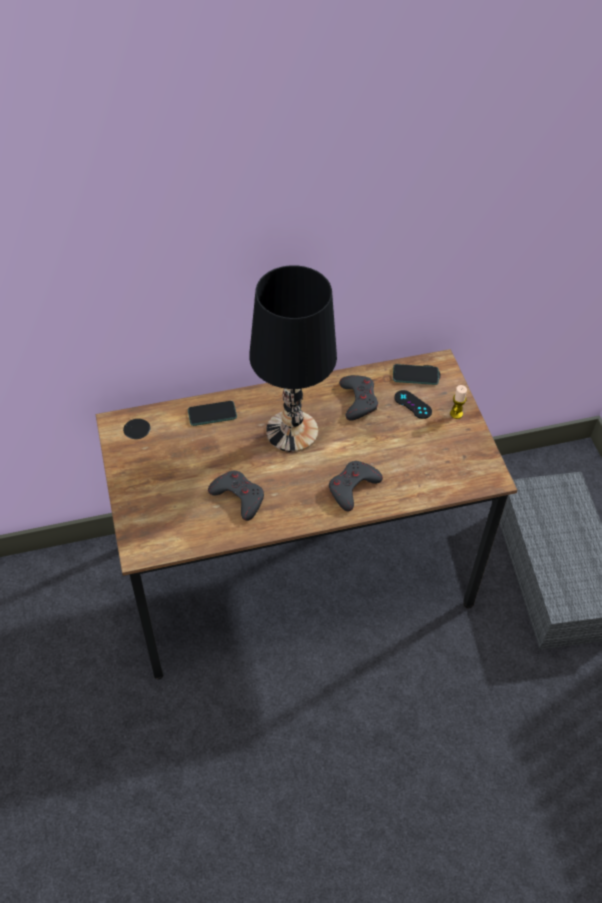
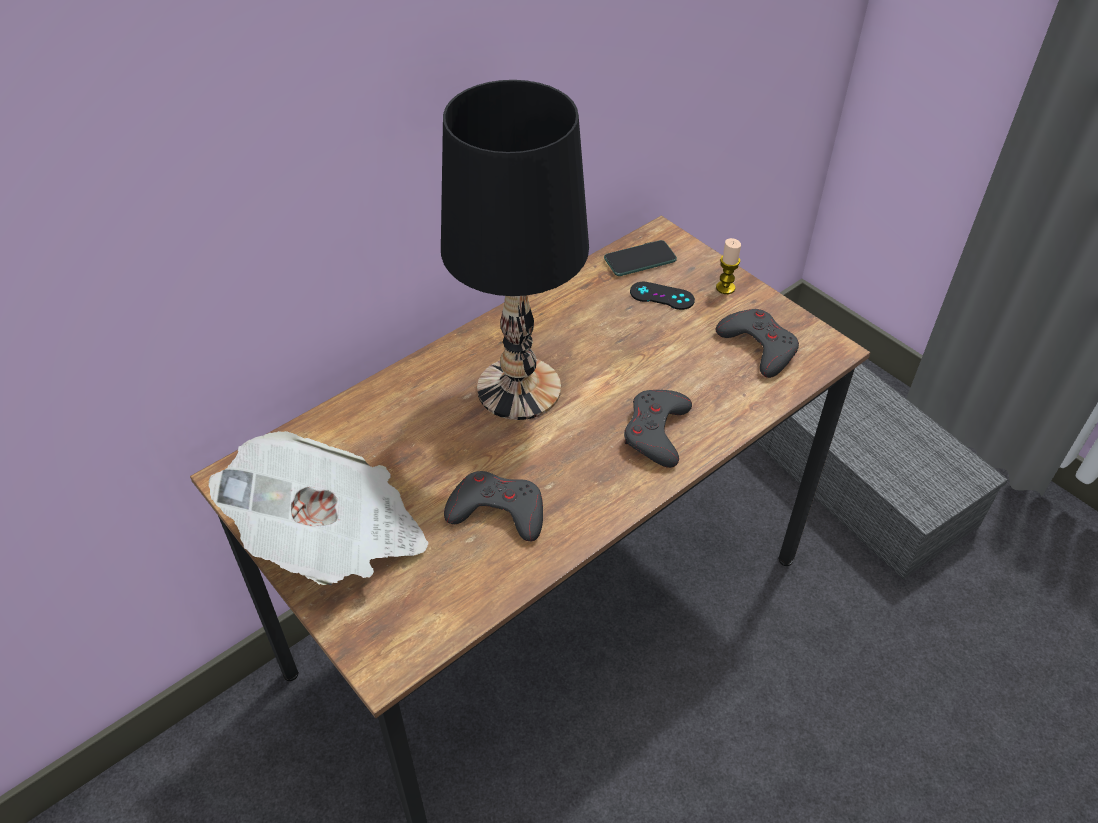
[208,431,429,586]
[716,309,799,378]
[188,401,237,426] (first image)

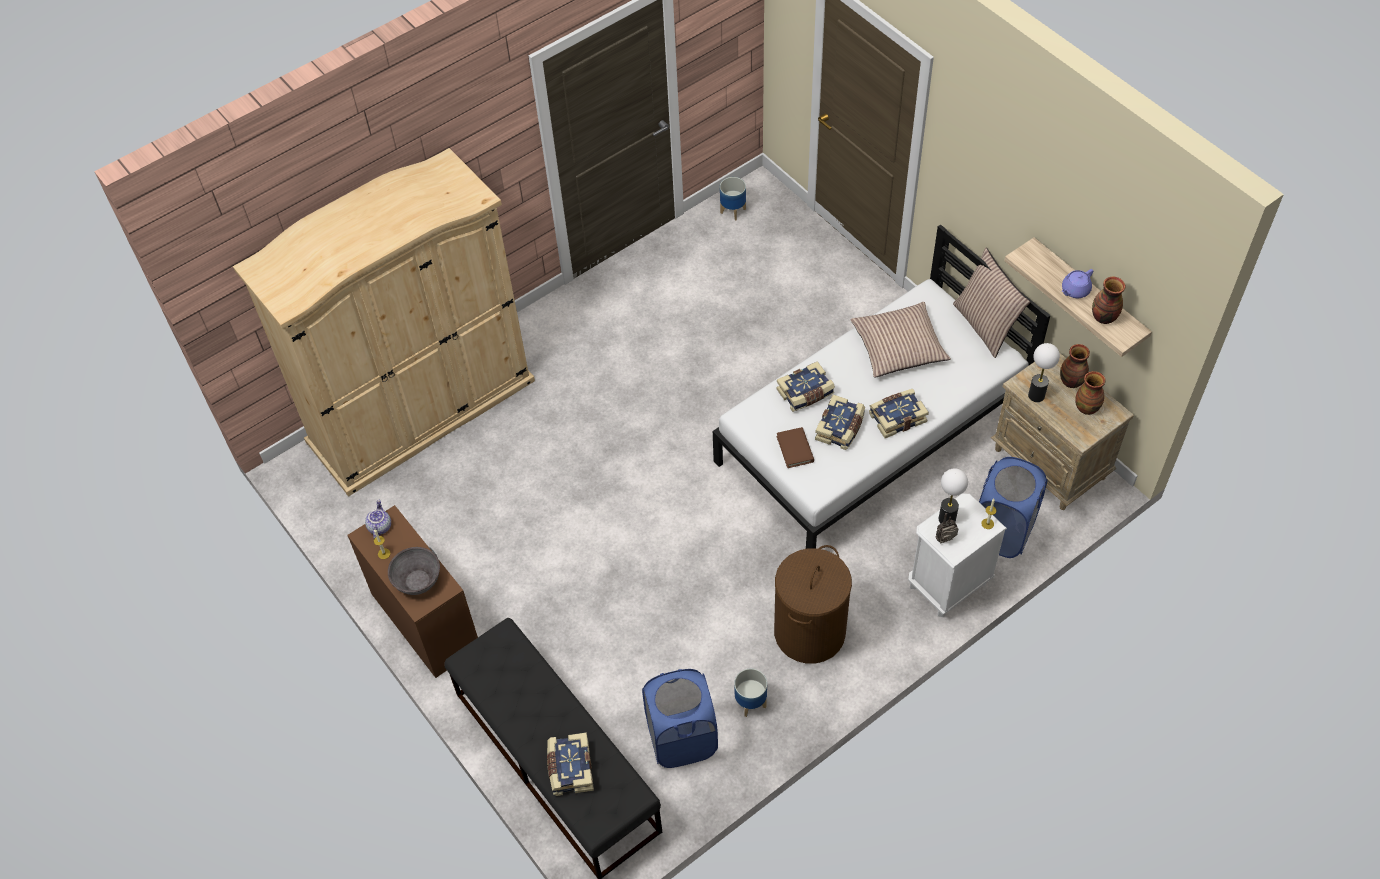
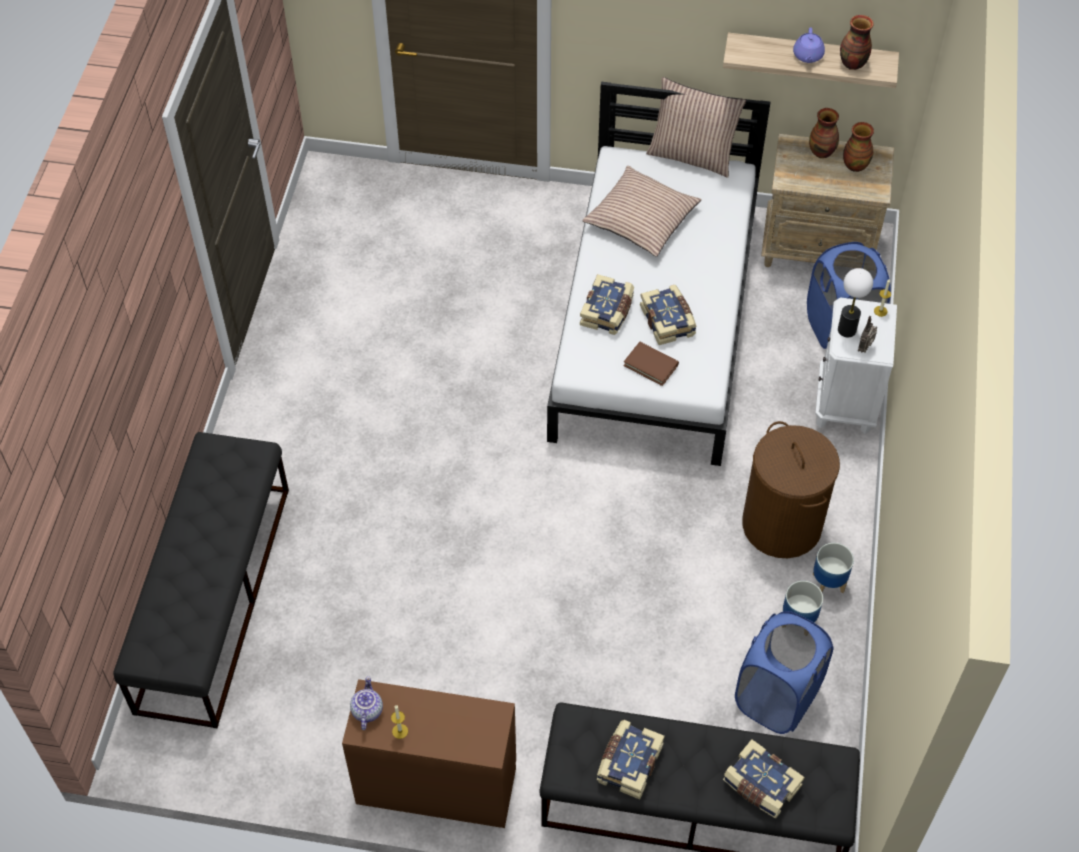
[113,432,289,728]
[350,676,383,730]
[597,720,665,799]
[813,543,854,593]
[388,547,440,595] (first image)
[1028,343,1060,402] (first image)

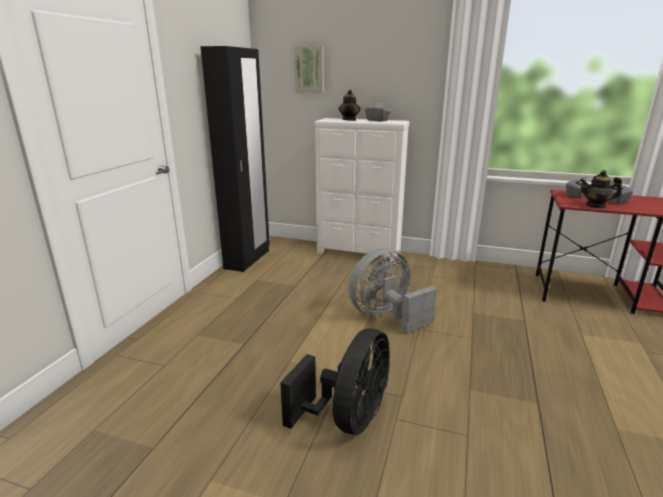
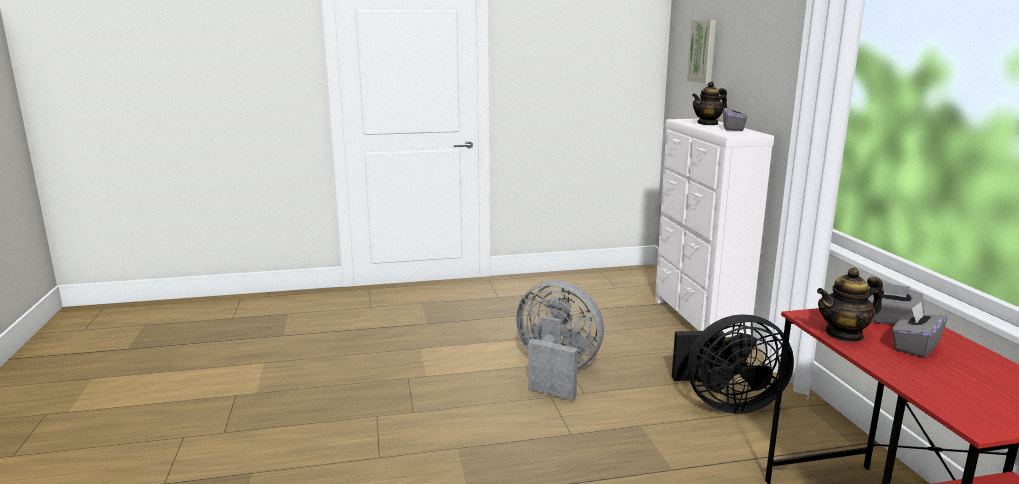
[672,314,794,414]
[817,267,883,342]
[200,46,270,272] (first image)

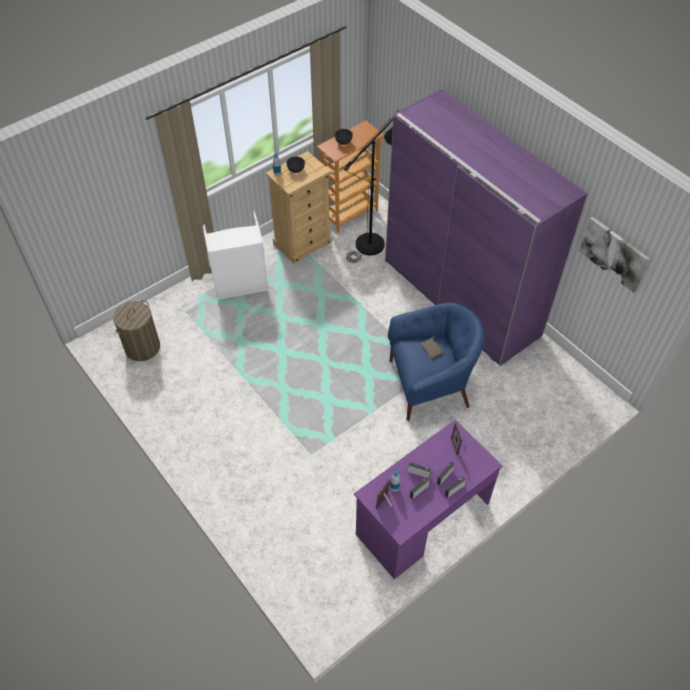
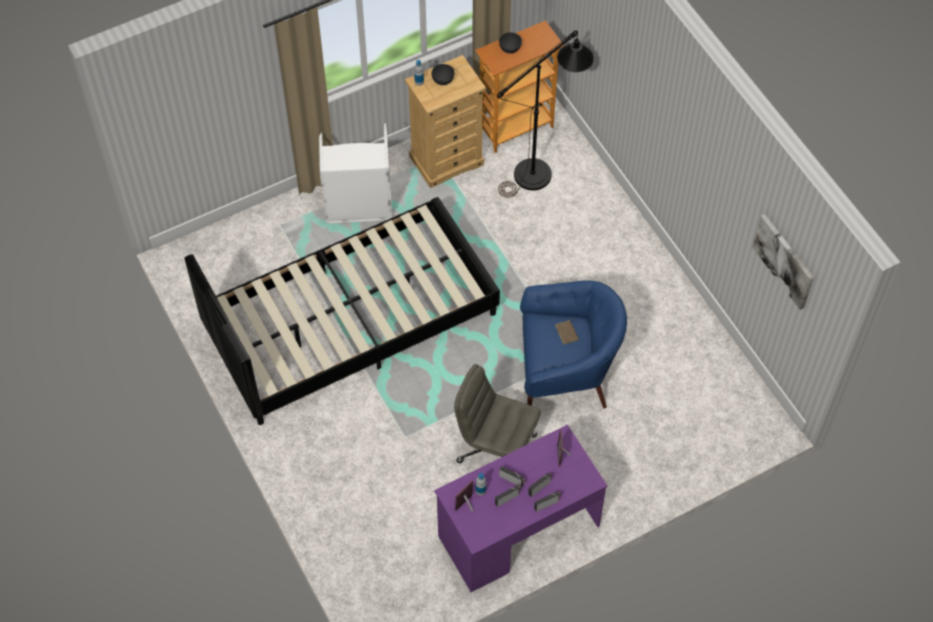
[185,197,500,425]
[454,364,541,464]
[113,300,160,361] (first image)
[385,89,588,366] (first image)

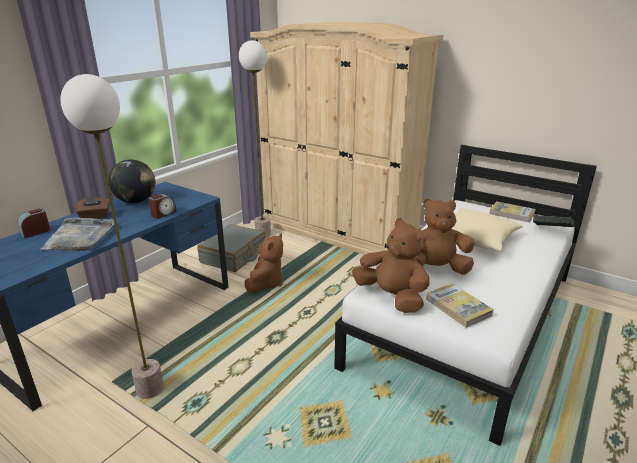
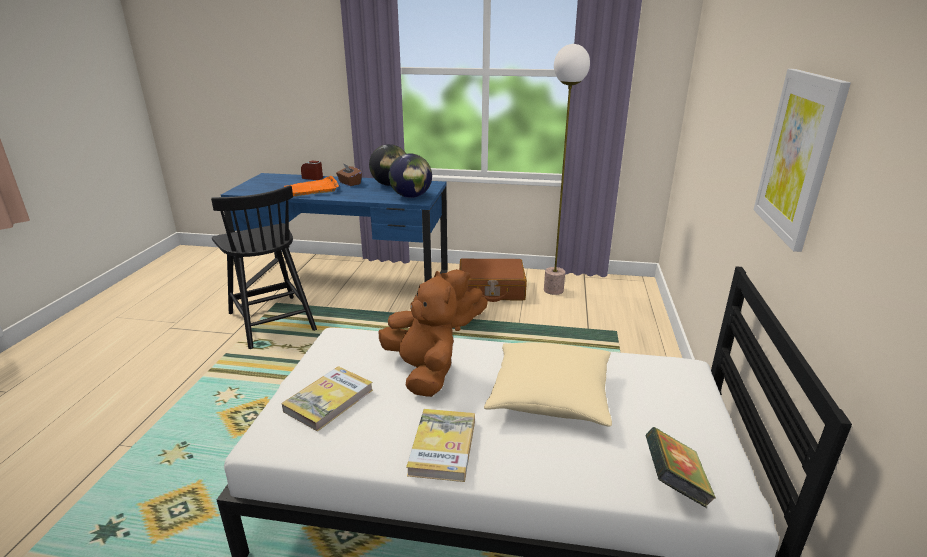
[211,185,317,349]
[284,176,339,197]
[388,153,432,198]
[406,409,475,482]
[459,258,527,302]
[754,69,851,252]
[148,194,176,219] (first image)
[250,22,443,255] (first image)
[352,218,430,313] (first image)

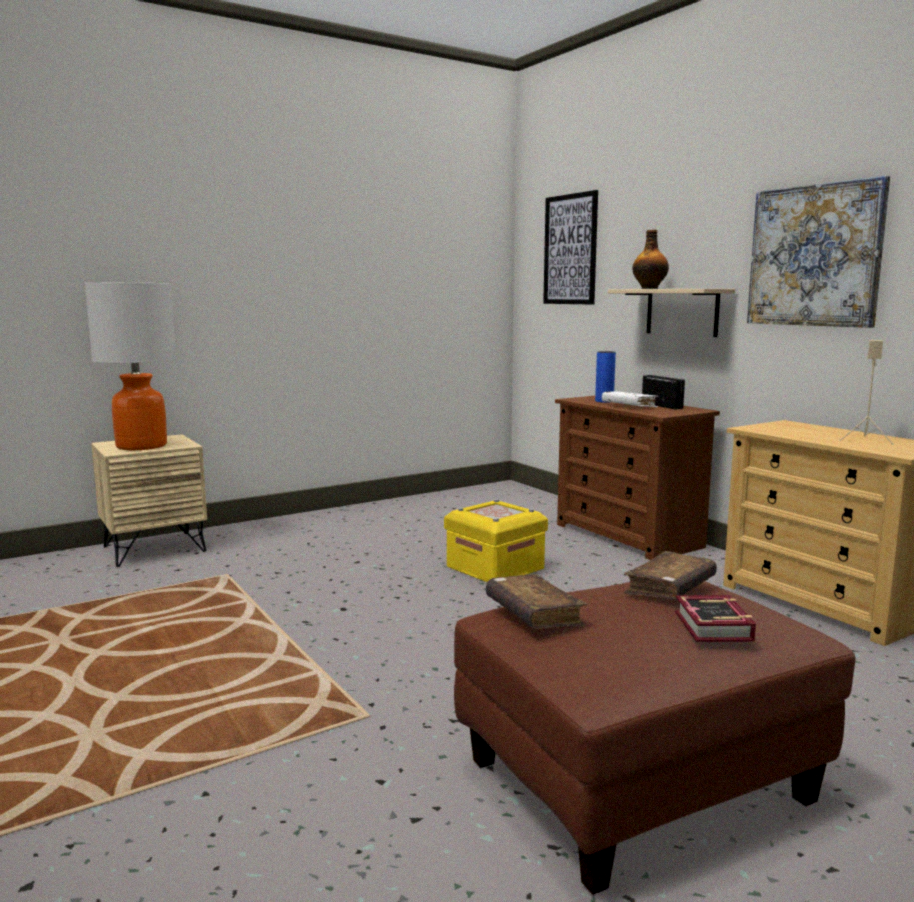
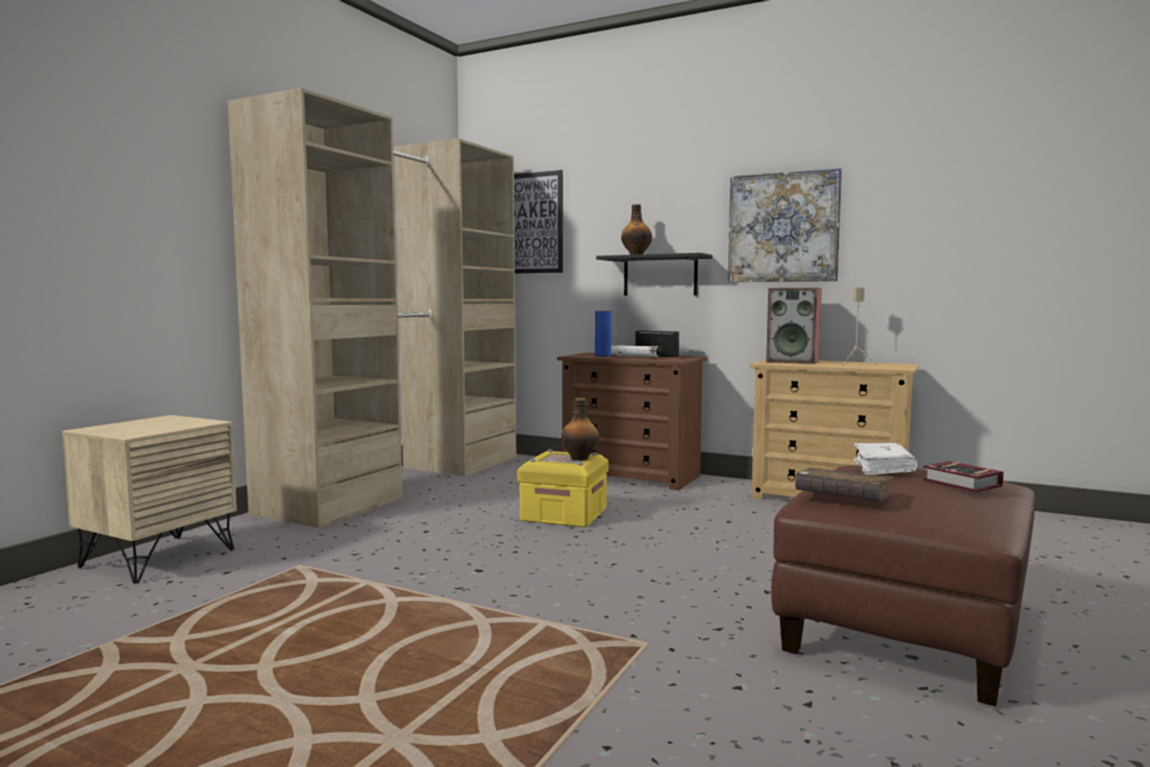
[228,88,516,528]
[561,398,599,461]
[596,253,713,296]
[766,288,822,364]
[854,443,918,475]
[85,283,176,450] (first image)

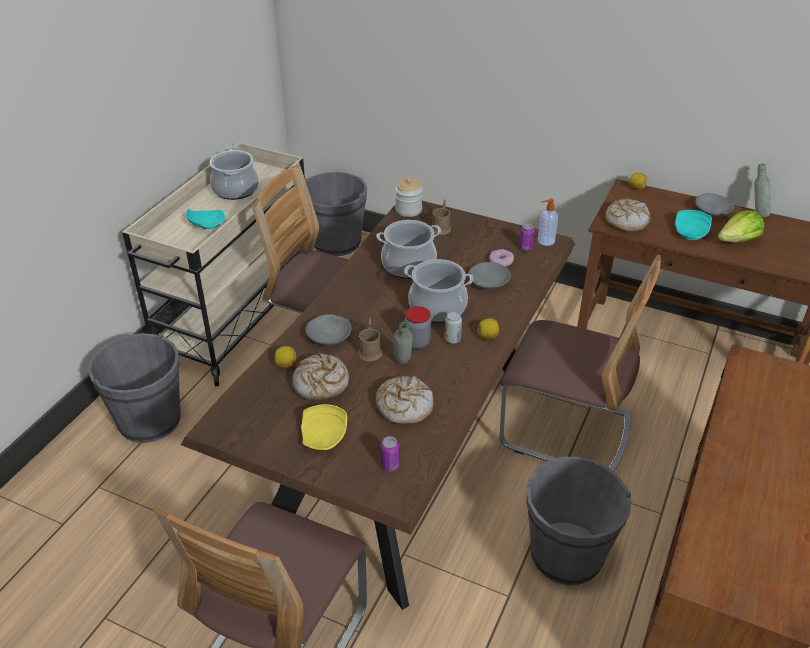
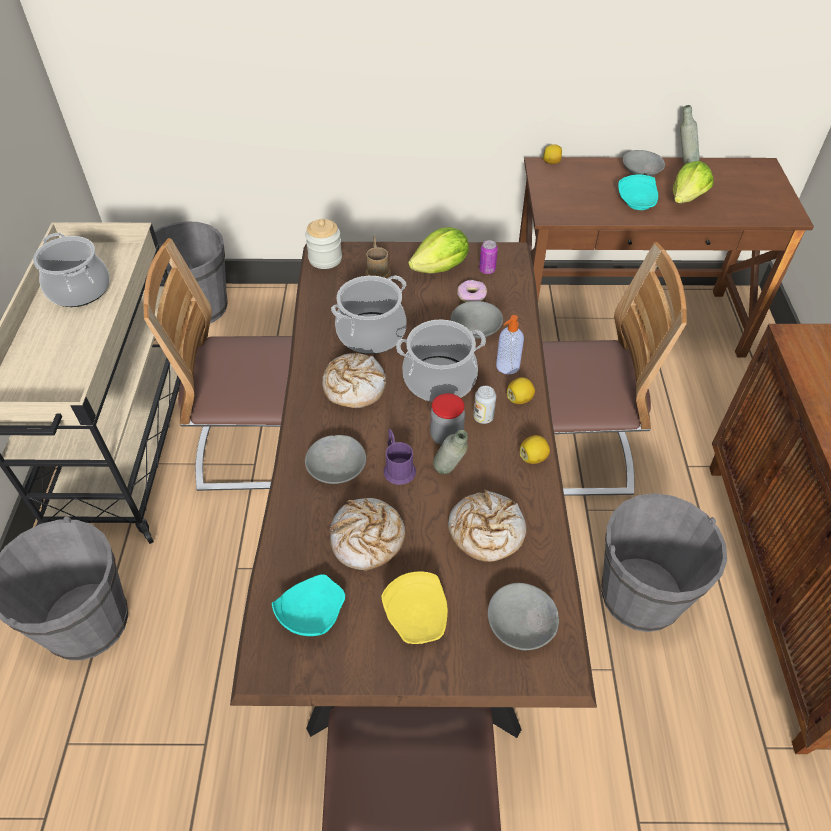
[272,574,345,636]
[322,353,386,408]
[384,429,416,485]
[408,227,469,274]
[488,583,559,650]
[496,315,524,375]
[520,435,550,464]

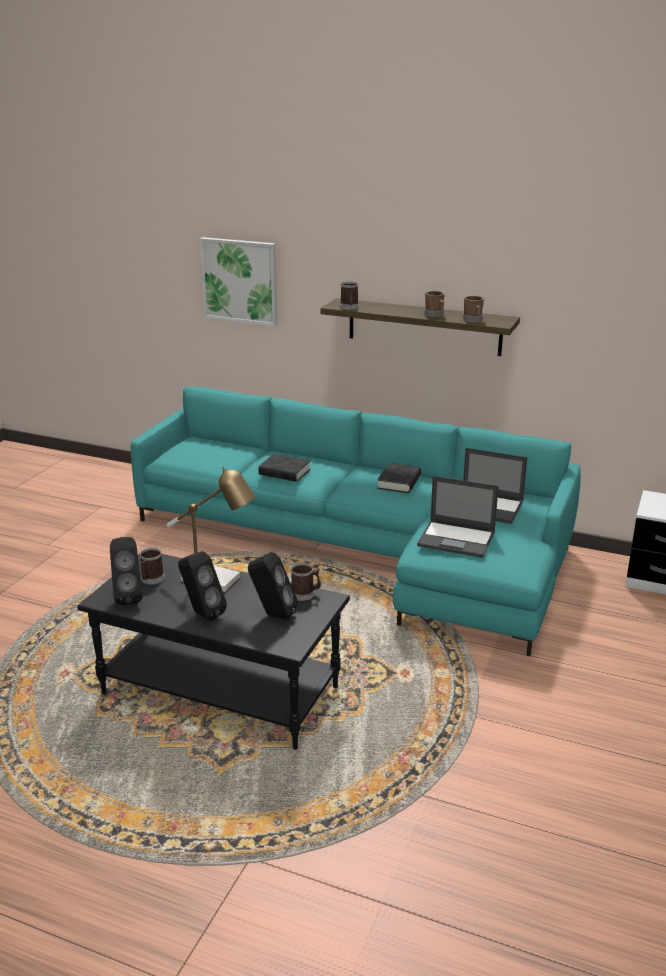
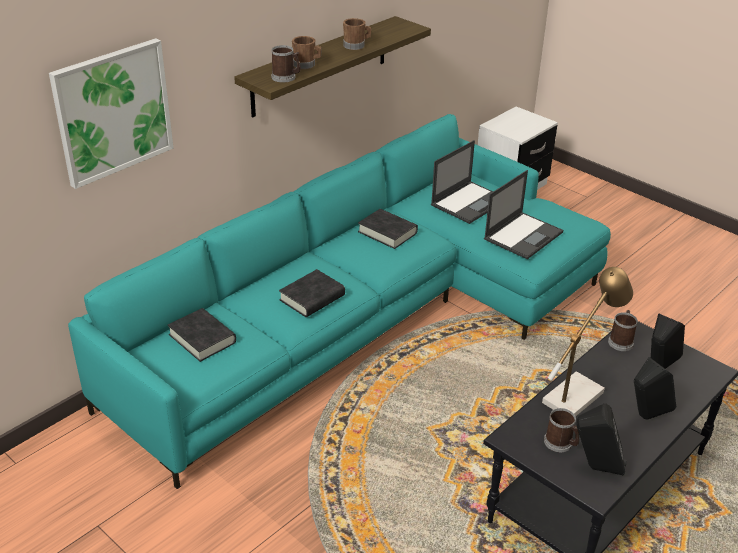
[168,308,236,362]
[292,36,322,69]

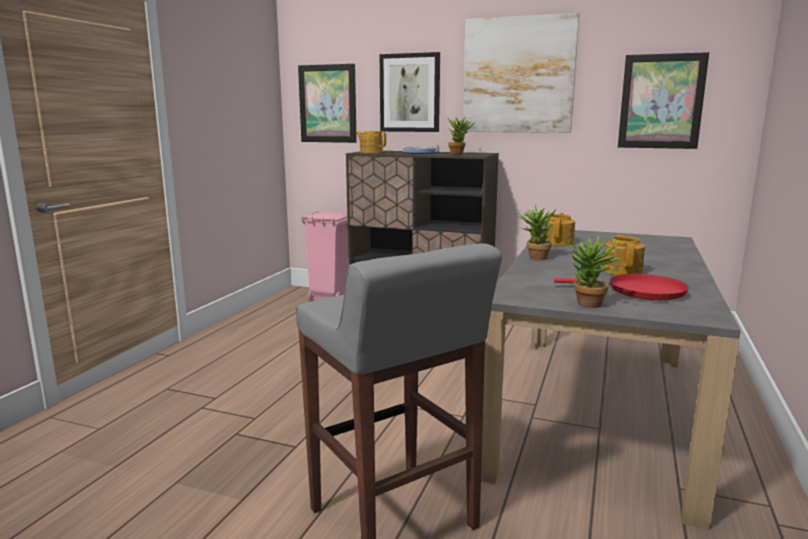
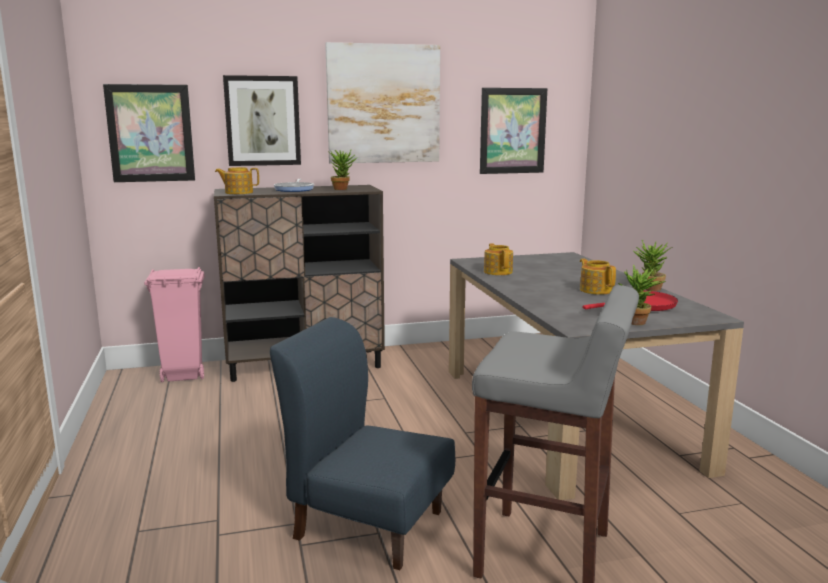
[270,317,455,570]
[633,240,673,291]

